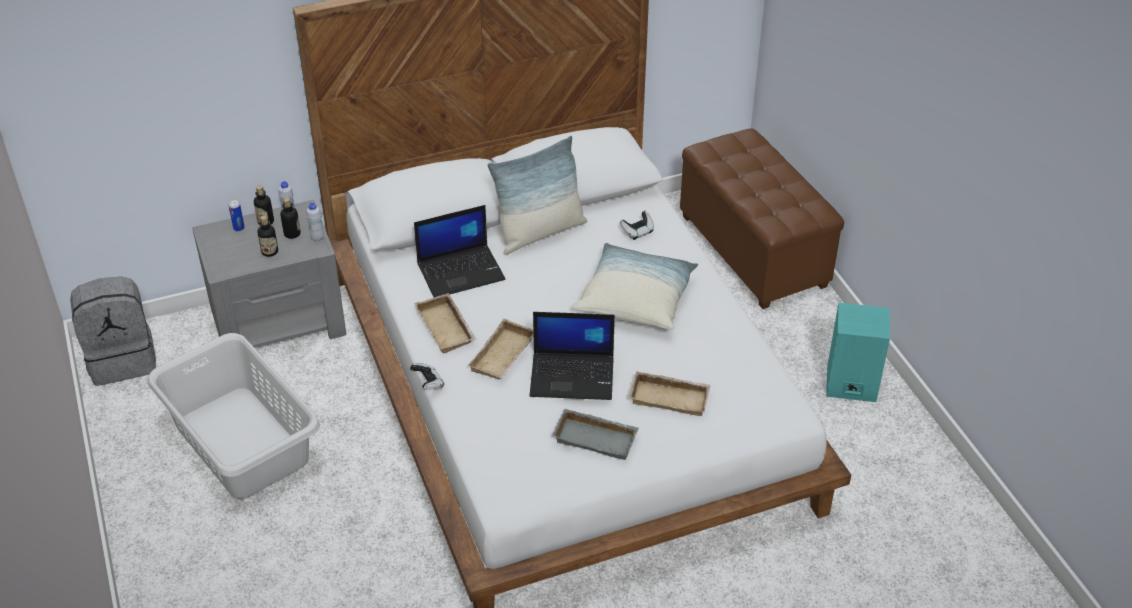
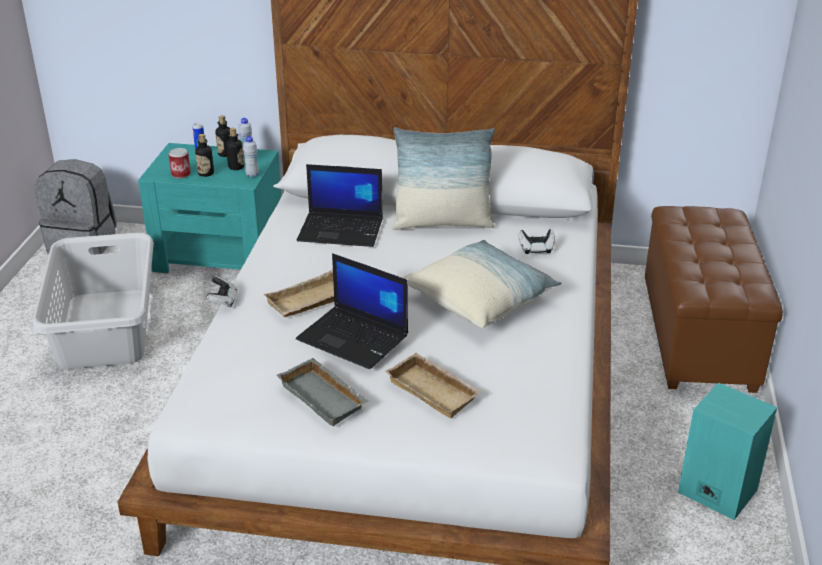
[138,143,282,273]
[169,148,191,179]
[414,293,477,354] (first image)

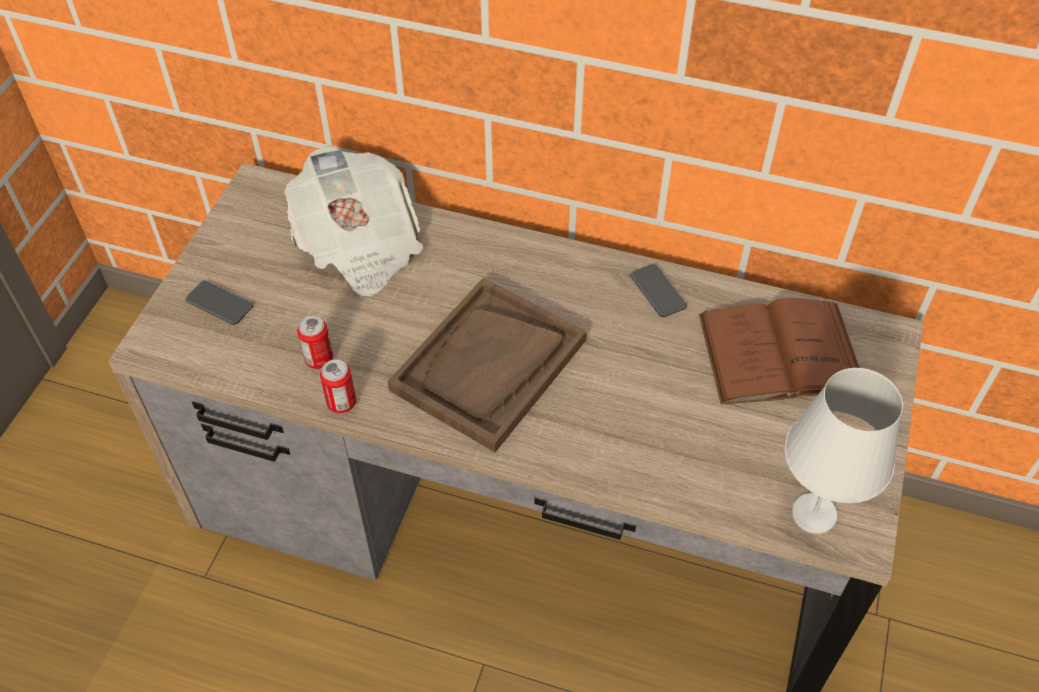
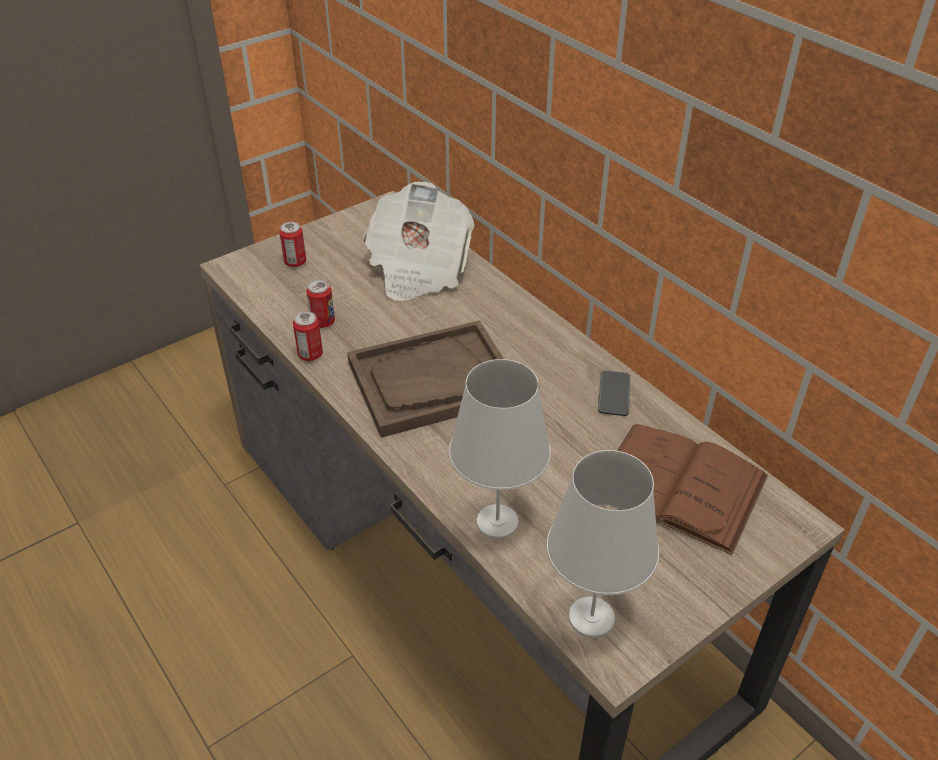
[279,222,306,267]
[449,359,551,539]

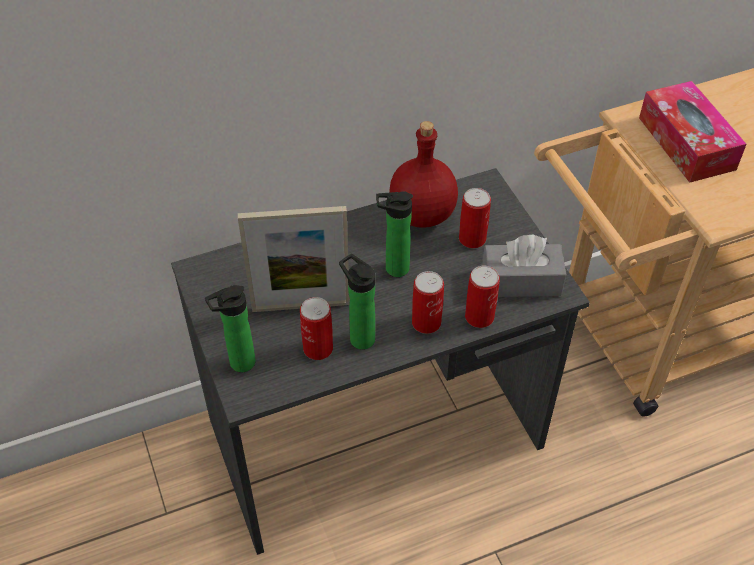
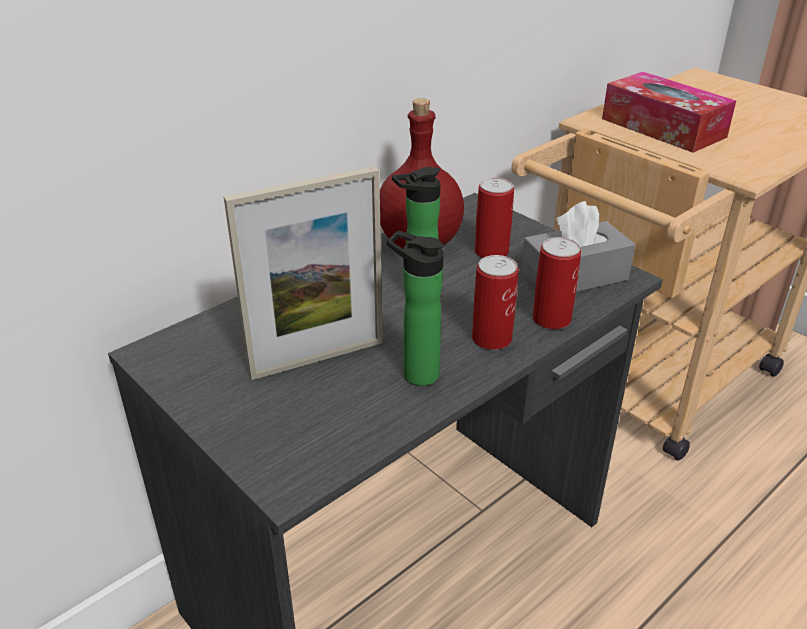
[205,285,256,372] (first image)
[300,297,333,360] (first image)

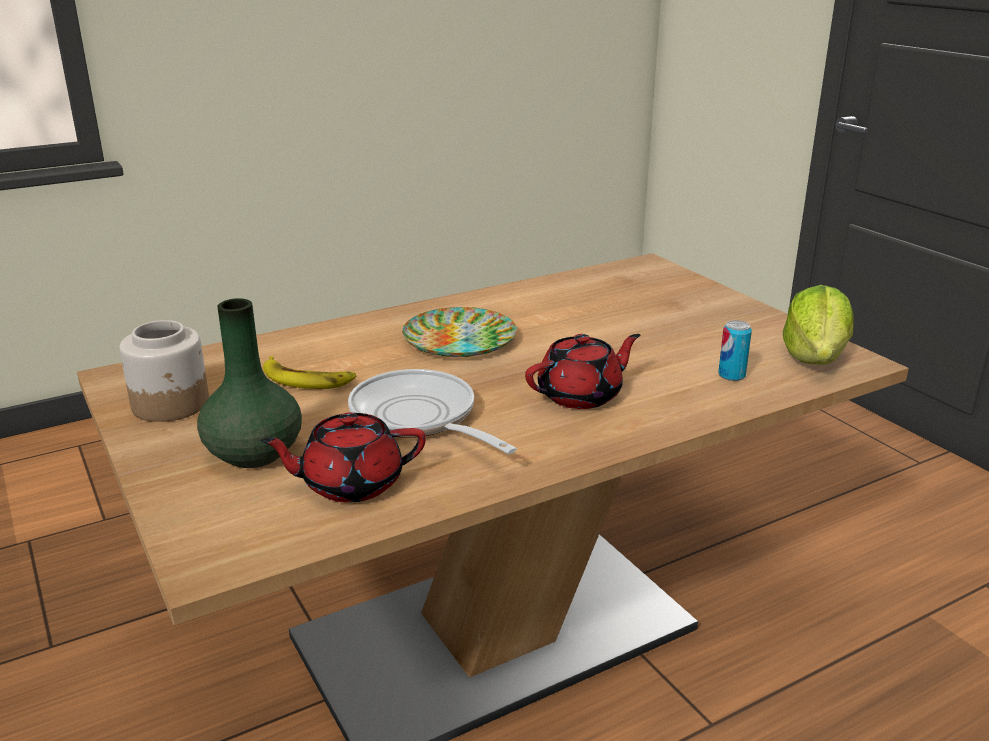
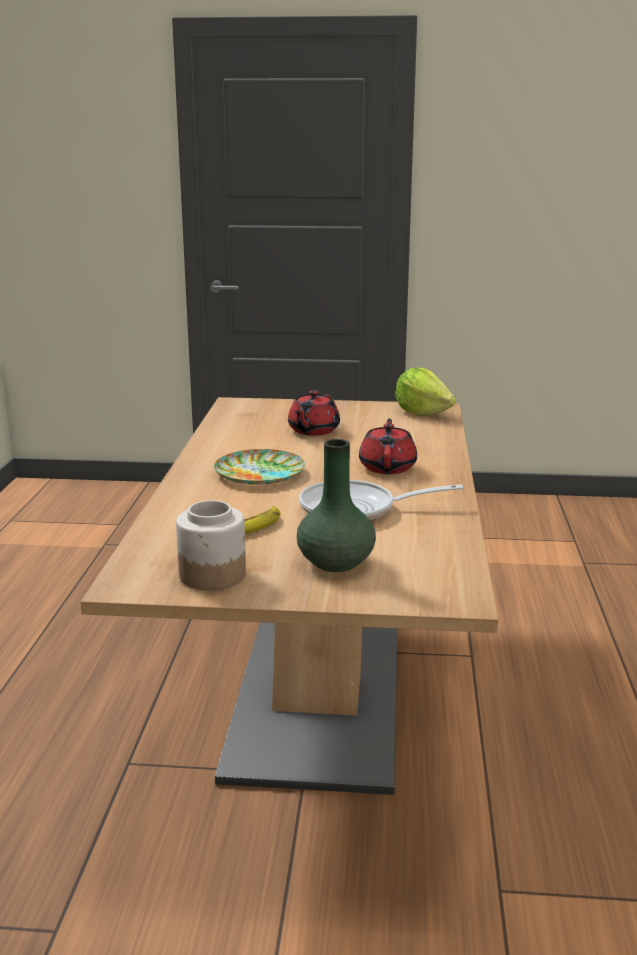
[288,390,340,436]
[718,320,752,381] (first image)

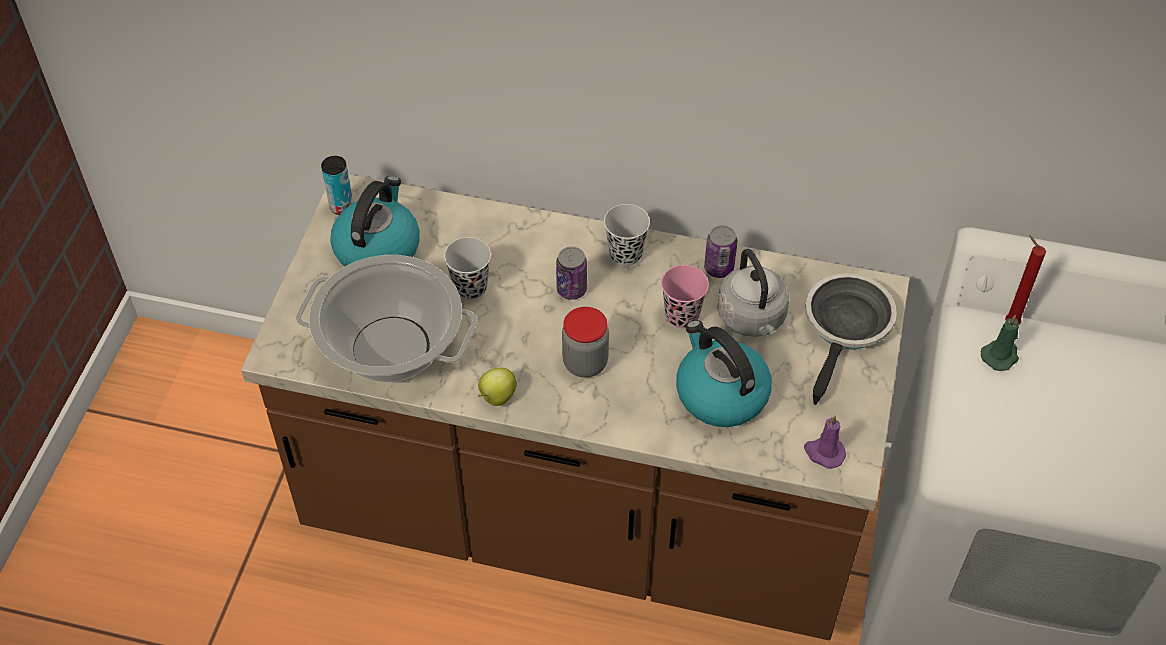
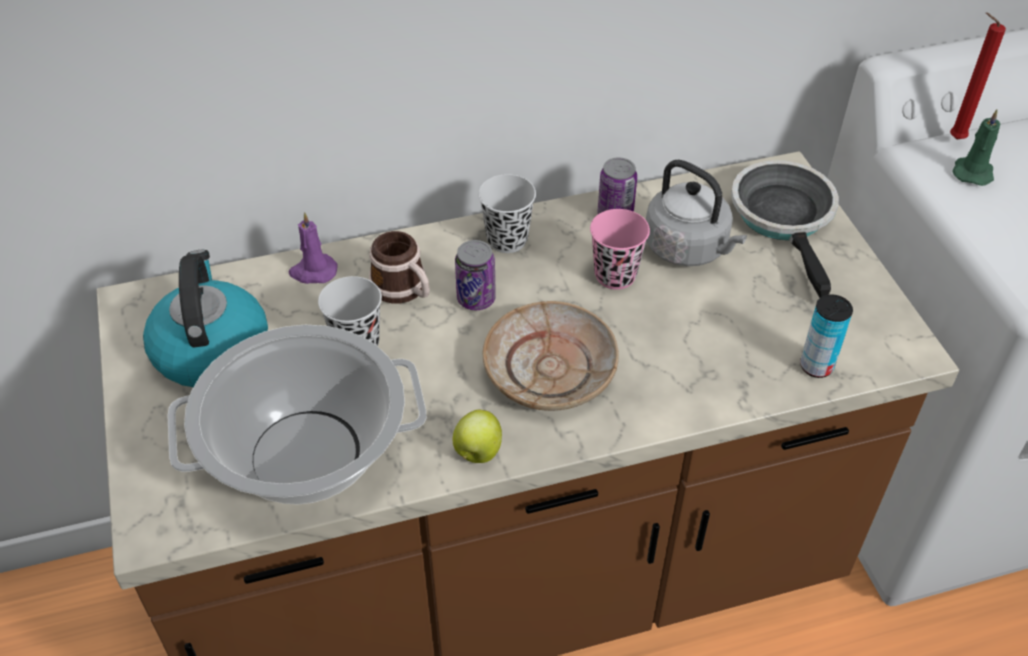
[289,212,337,284]
[369,231,430,304]
[483,301,619,411]
[800,294,853,378]
[676,320,772,427] (first image)

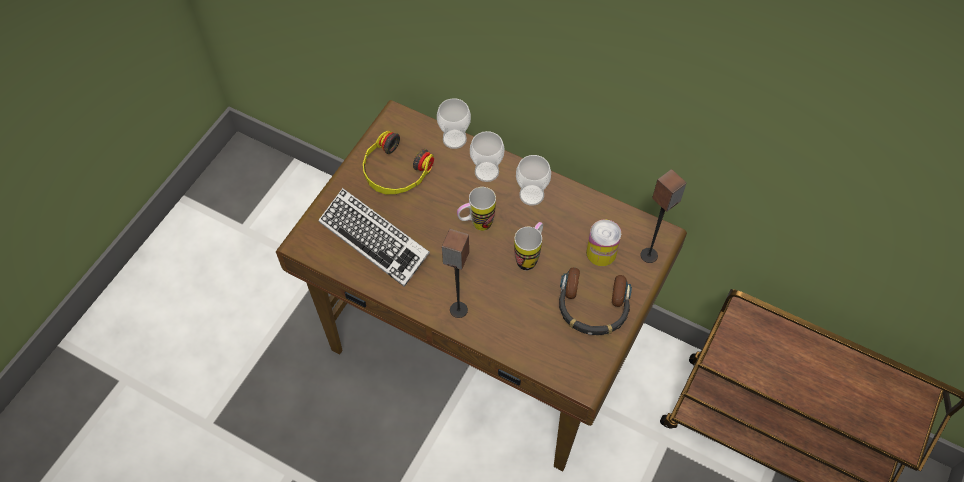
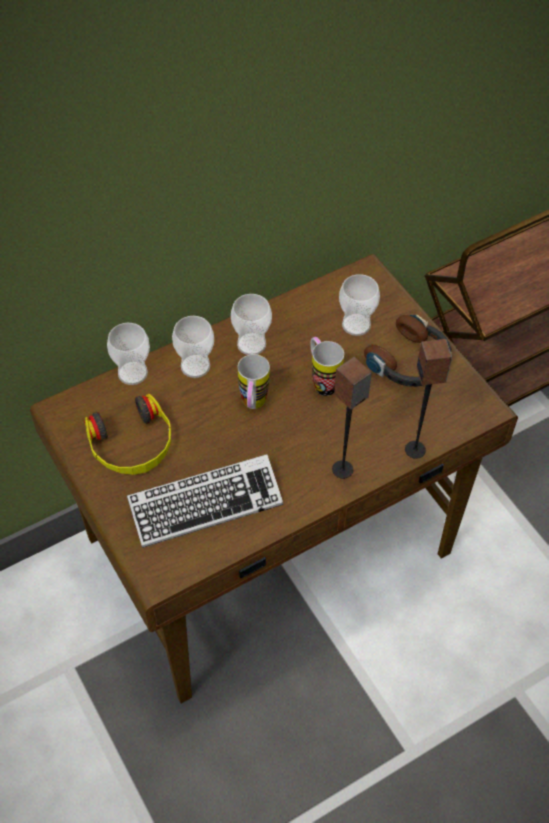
[339,274,380,336]
[405,339,452,459]

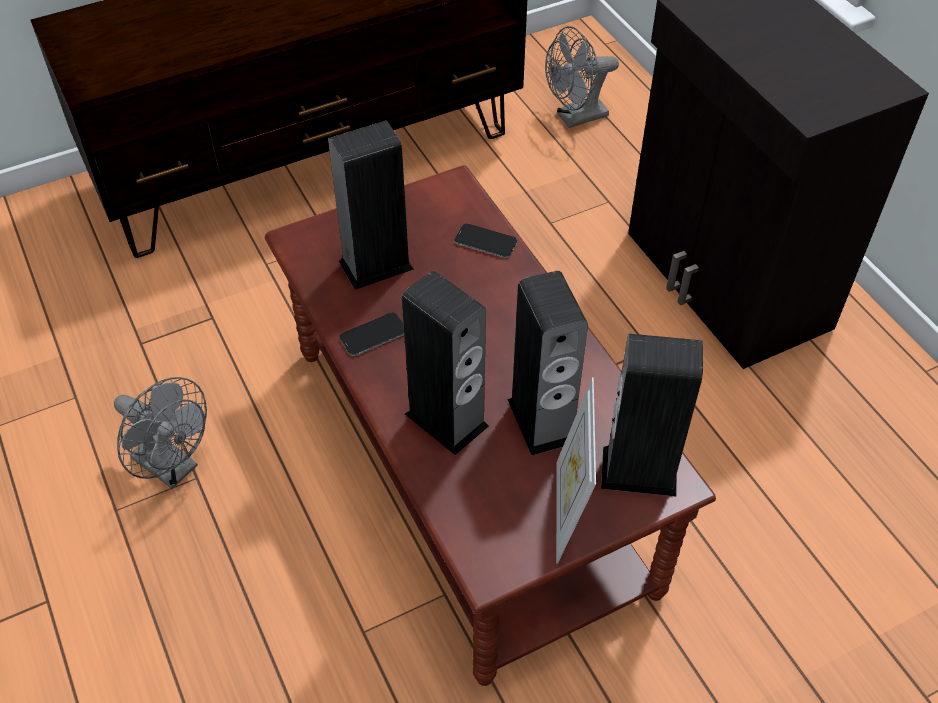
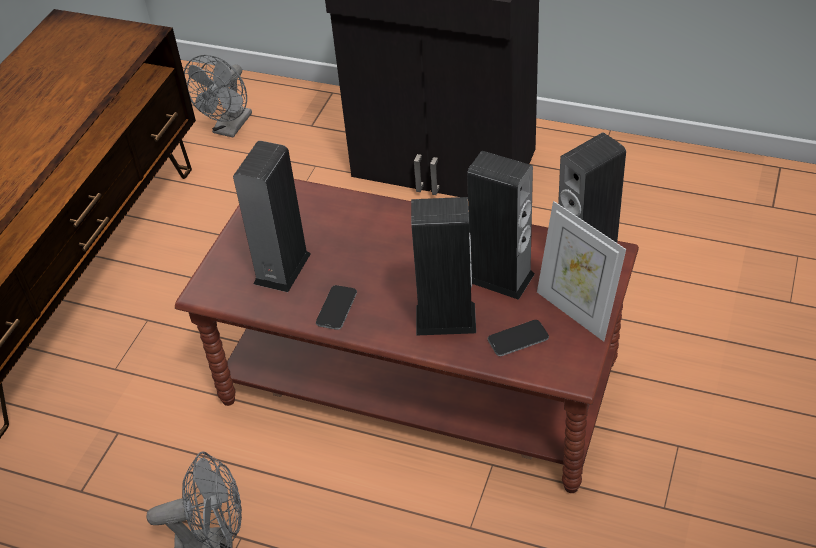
[488,320,549,356]

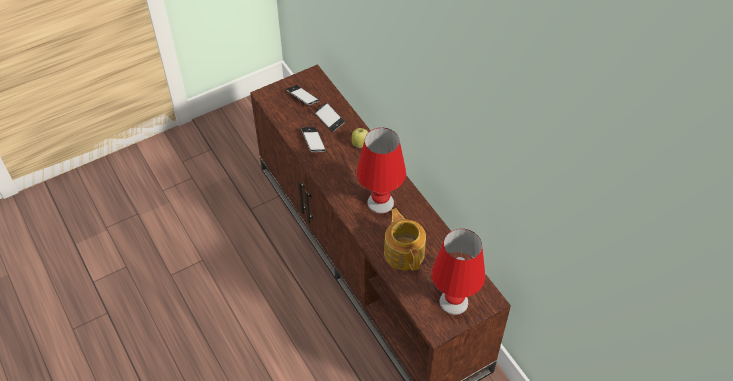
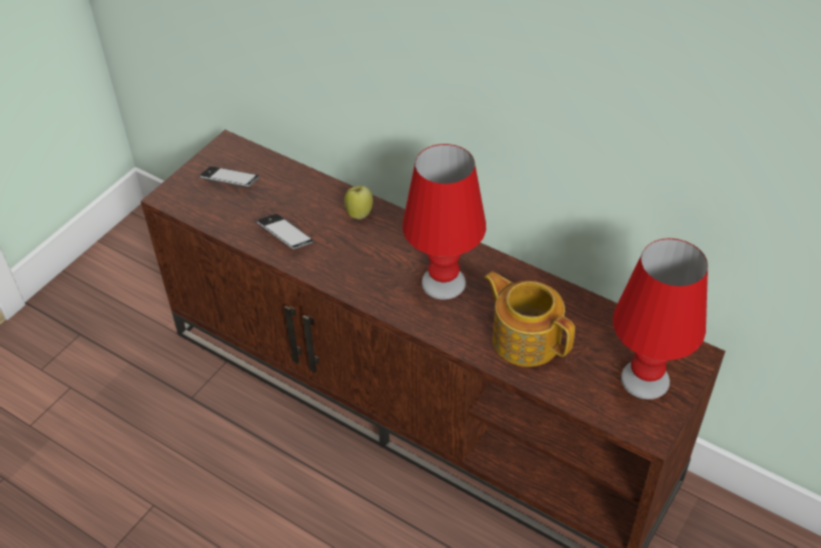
[315,102,345,132] (first image)

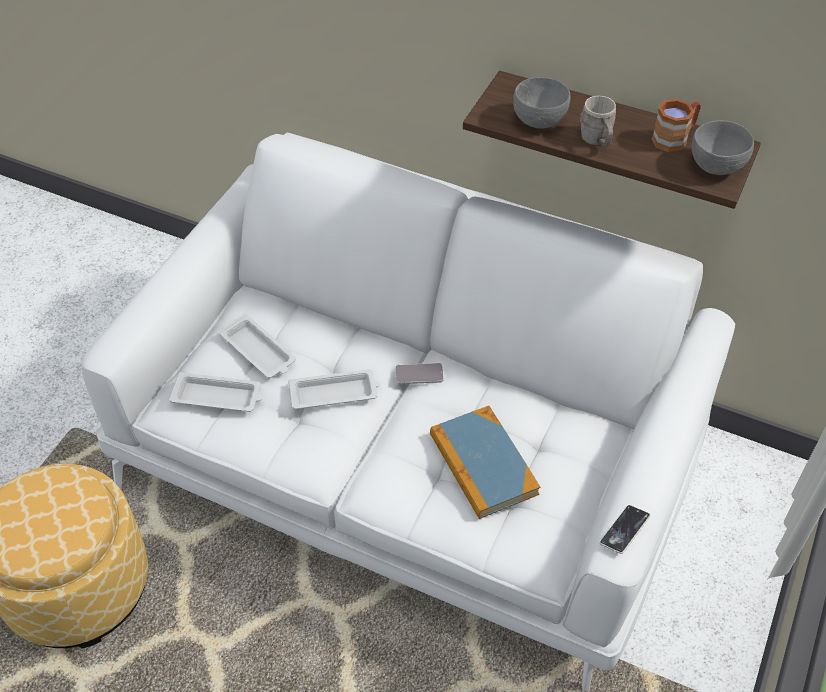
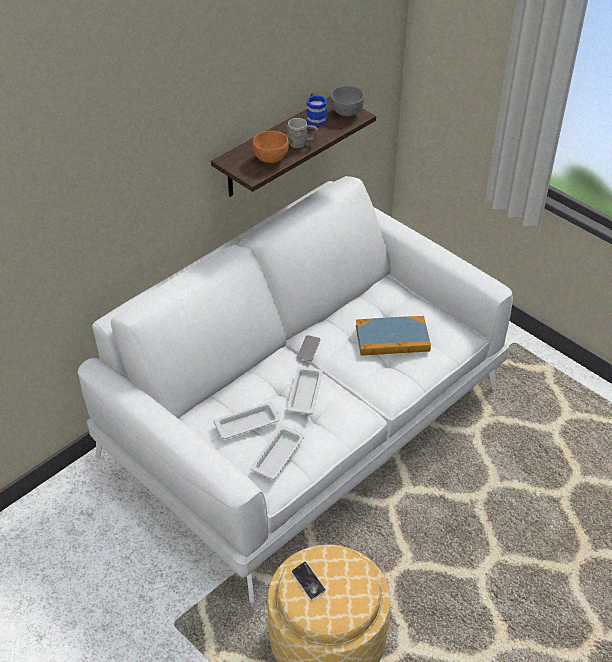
[253,131,289,163]
[291,561,326,600]
[307,93,327,127]

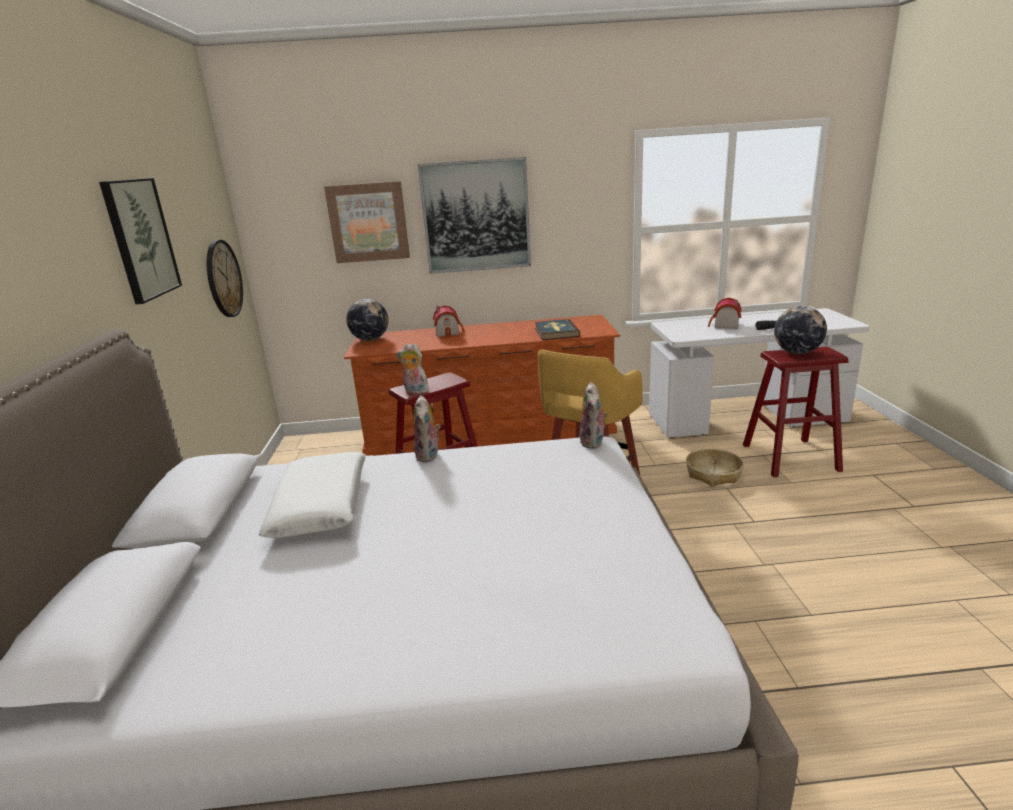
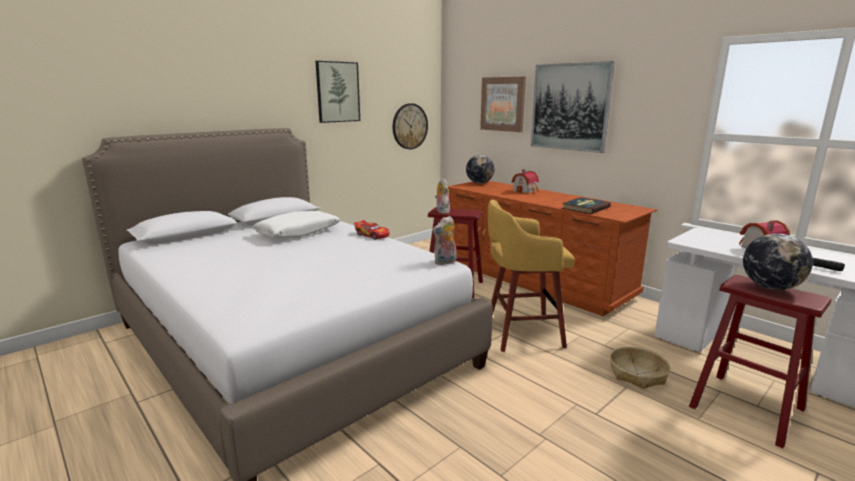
[354,220,389,240]

